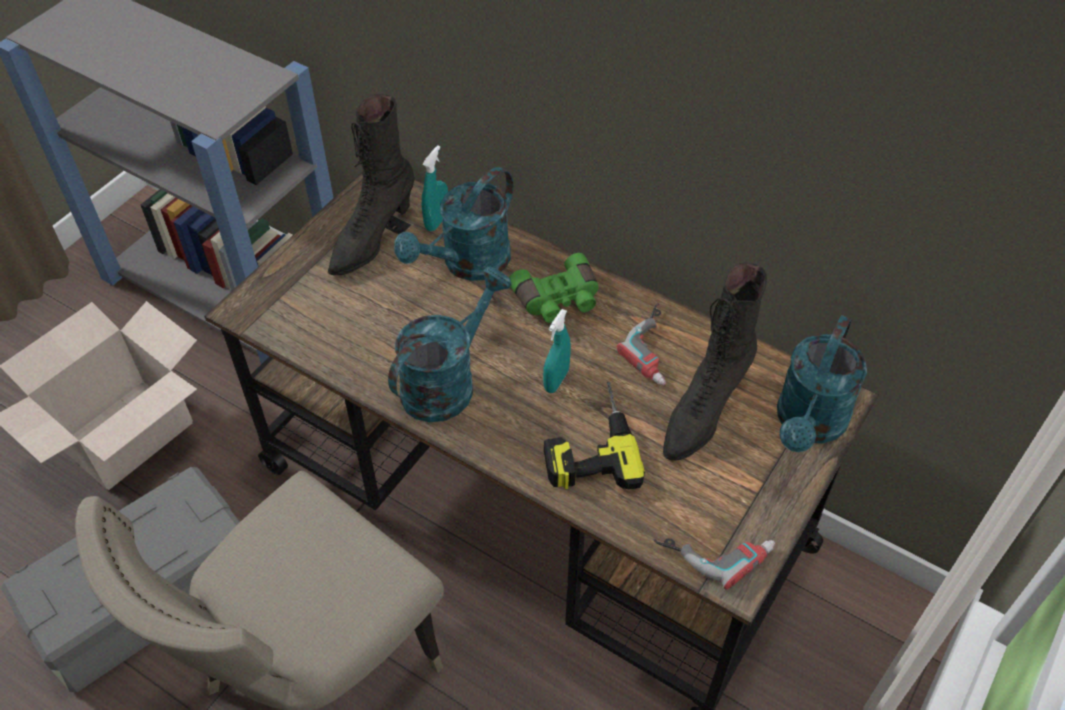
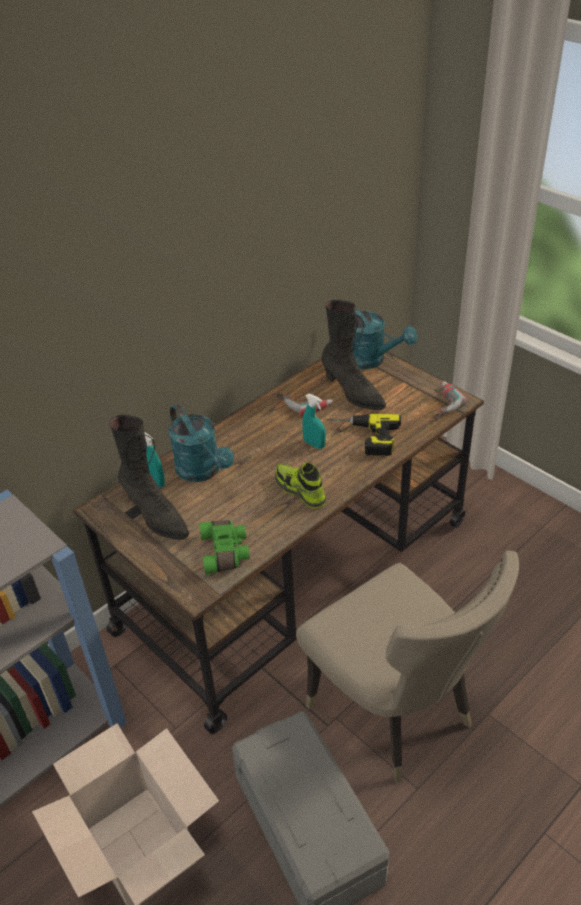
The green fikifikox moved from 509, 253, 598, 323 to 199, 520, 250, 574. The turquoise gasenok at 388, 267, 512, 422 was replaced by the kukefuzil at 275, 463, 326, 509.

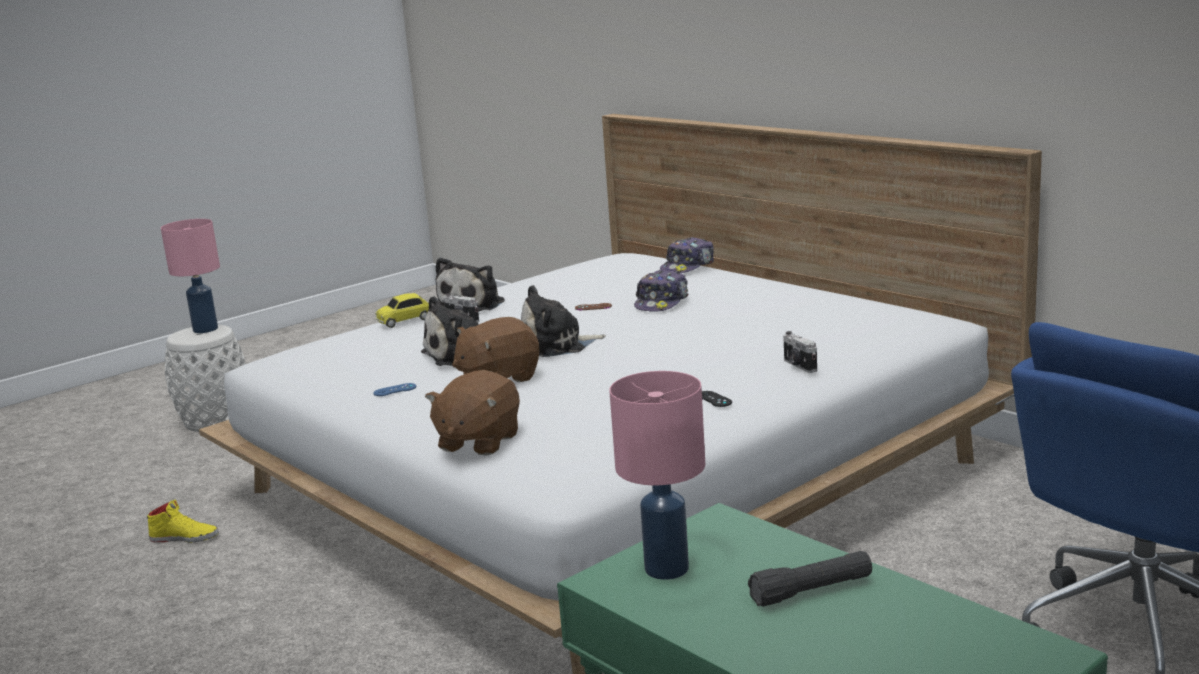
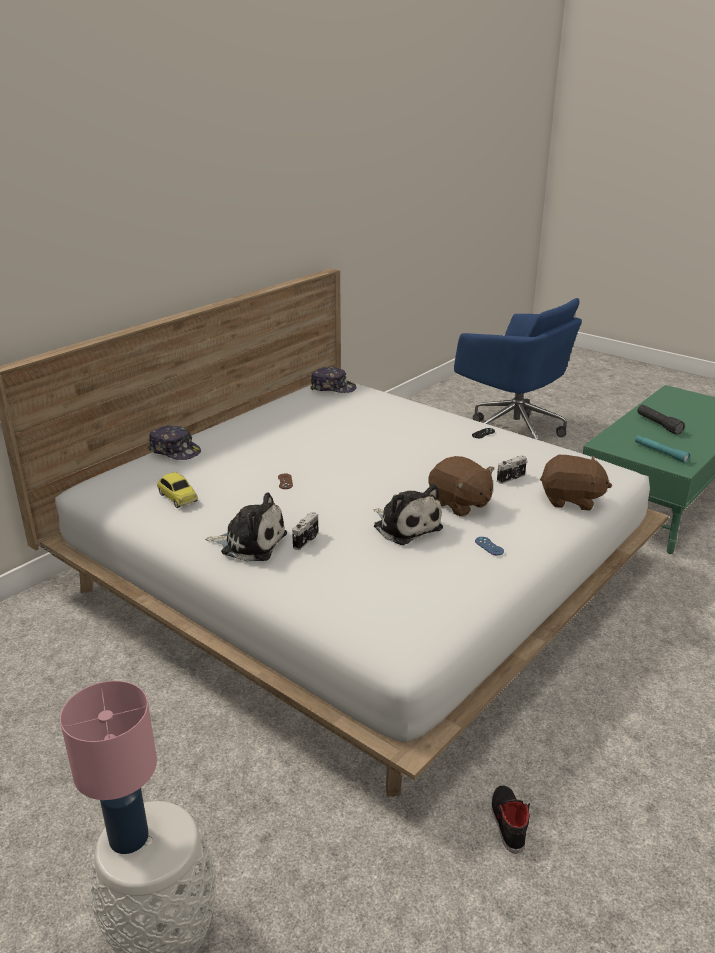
The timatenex moved from 634, 270, 689, 312 to 310, 367, 356, 393. The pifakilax at 521, 285, 606, 357 disappeared. The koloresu moved from 375, 293, 429, 328 to 157, 472, 198, 508. The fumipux moved from 783, 331, 817, 373 to 497, 455, 527, 484. The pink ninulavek at 610, 371, 705, 580 was replaced by the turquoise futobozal at 635, 435, 690, 463. The yellow kukefuzil at 147, 499, 219, 542 became the black kukefuzil at 491, 785, 530, 853.

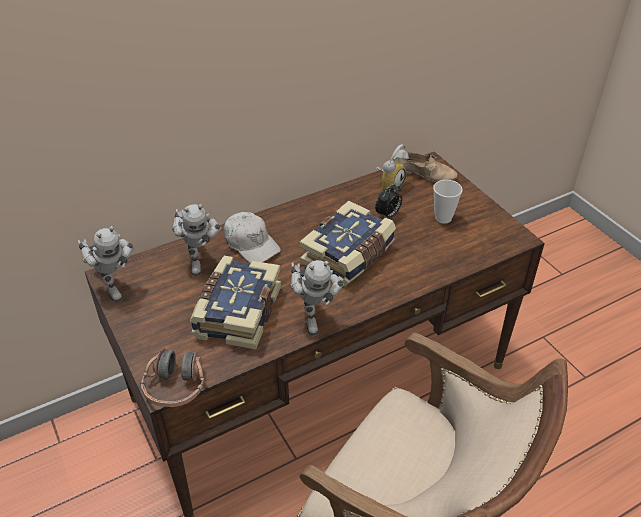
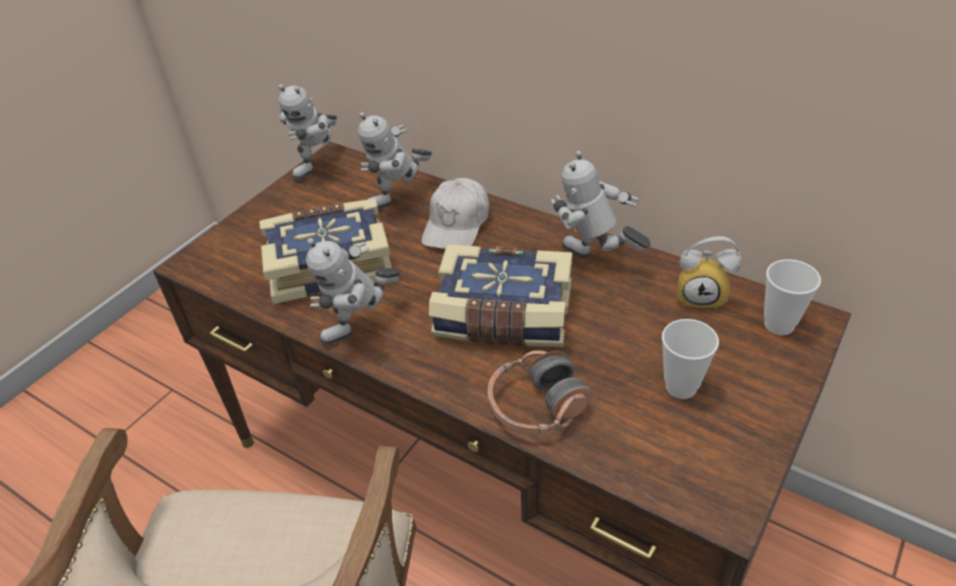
The beige kukefuzil at 397, 152, 458, 182 was replaced by the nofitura at 764, 259, 821, 335. The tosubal at 375, 183, 402, 219 disappeared. The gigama moved from 140, 348, 204, 407 to 488, 350, 592, 434. The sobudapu at 551, 151, 651, 258 appeared.

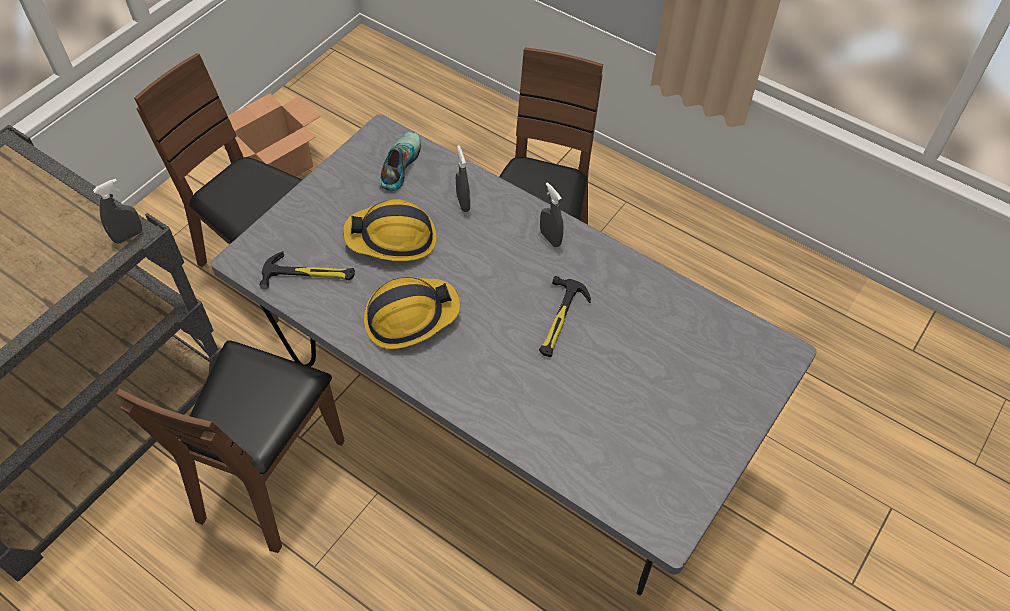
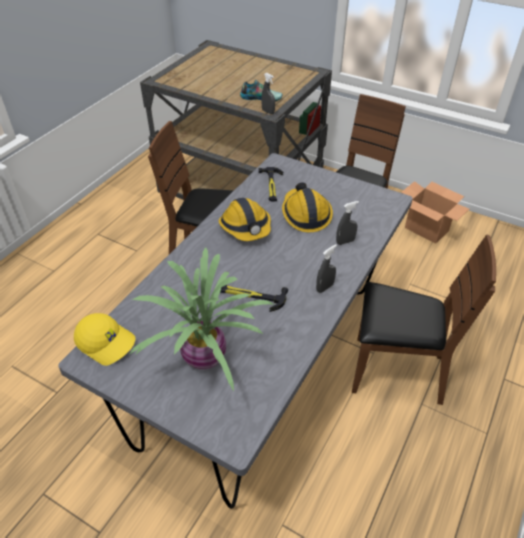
The kukefuzil moved from 379, 132, 421, 191 to 240, 80, 282, 101. The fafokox at 130, 247, 275, 391 appeared. The yellow timatenex at 74, 313, 136, 366 appeared.

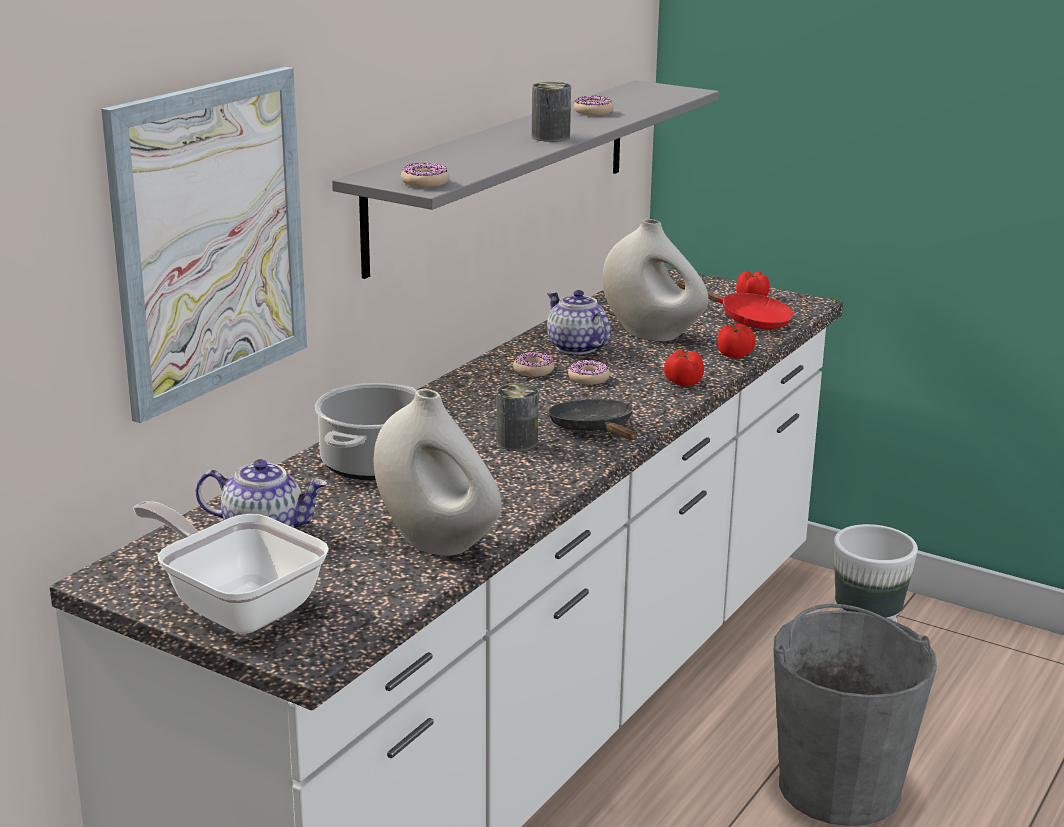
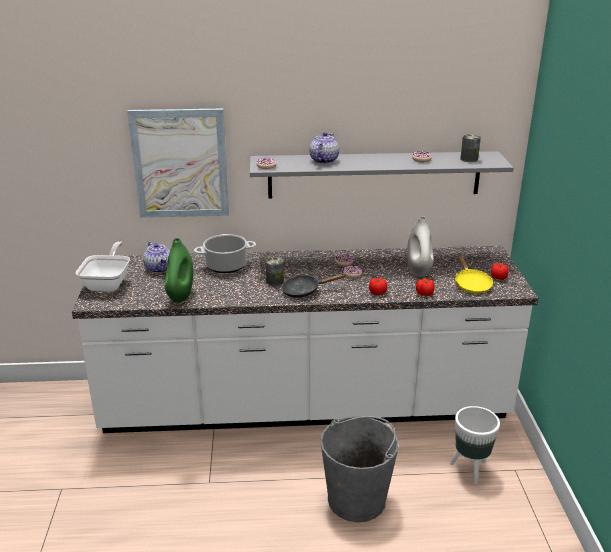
The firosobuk moved from 532, 82, 571, 142 to 460, 134, 481, 162. The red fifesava at 675, 281, 794, 330 became the yellow fifesava at 455, 253, 493, 294. The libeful moved from 547, 290, 611, 355 to 310, 132, 339, 164. The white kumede at 374, 389, 502, 556 became the green kumede at 165, 238, 193, 302. The black fifesava at 548, 399, 637, 440 turned 135 degrees counterclockwise.

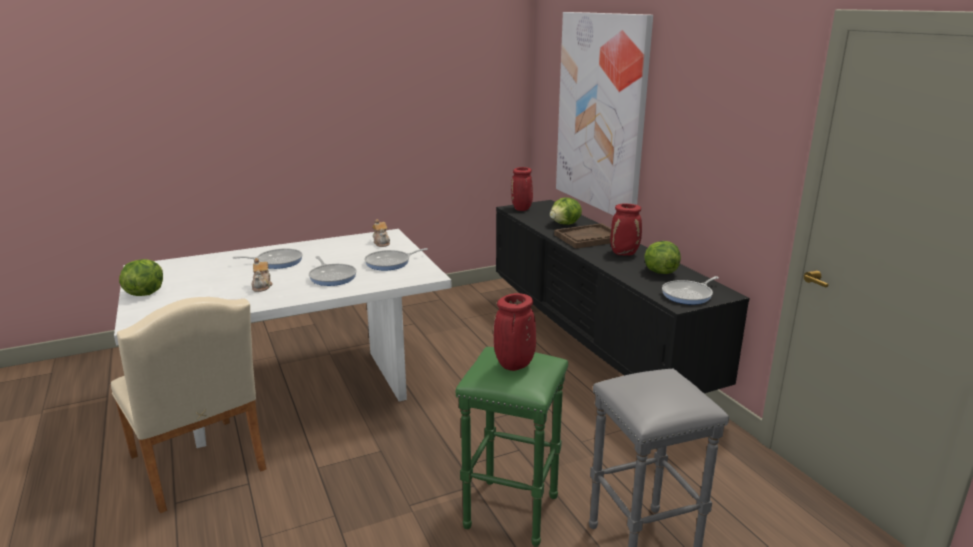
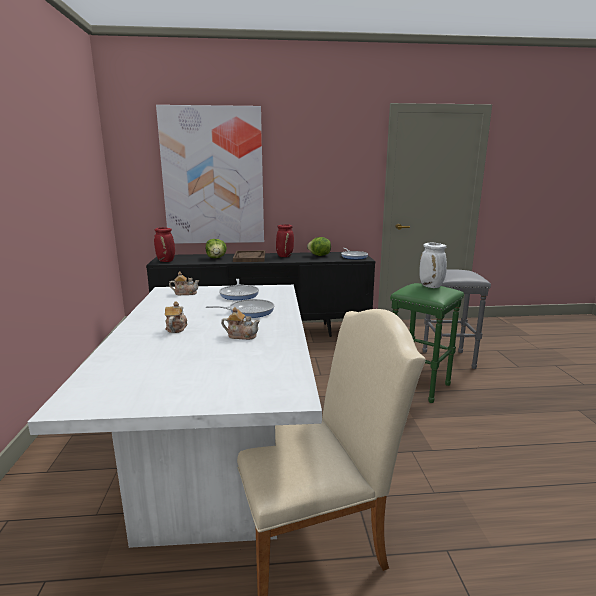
The fifesava at 233, 248, 303, 269 was replaced by the libeful at 165, 301, 187, 333. The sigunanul at 119, 259, 163, 296 disappeared. The red kumede at 493, 293, 536, 371 became the white kumede at 419, 243, 447, 288.

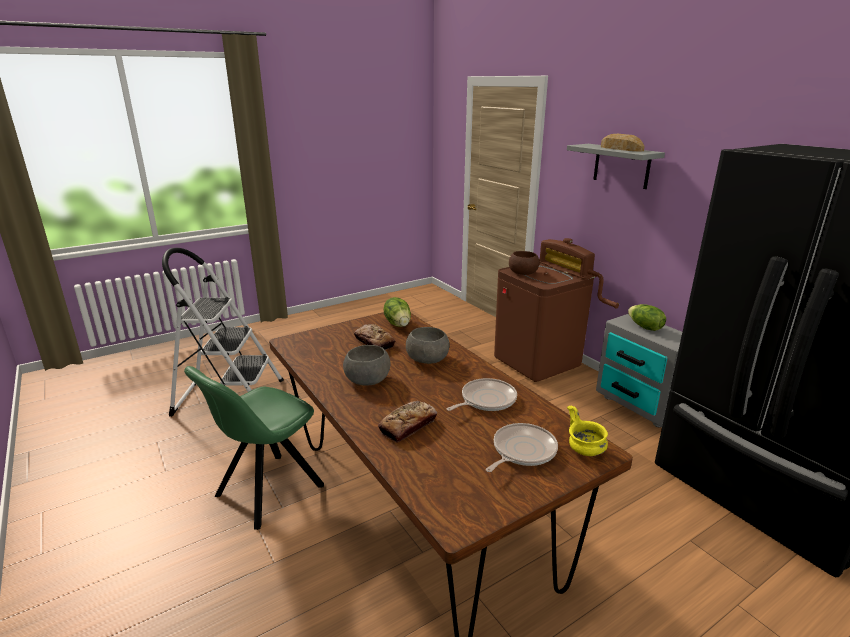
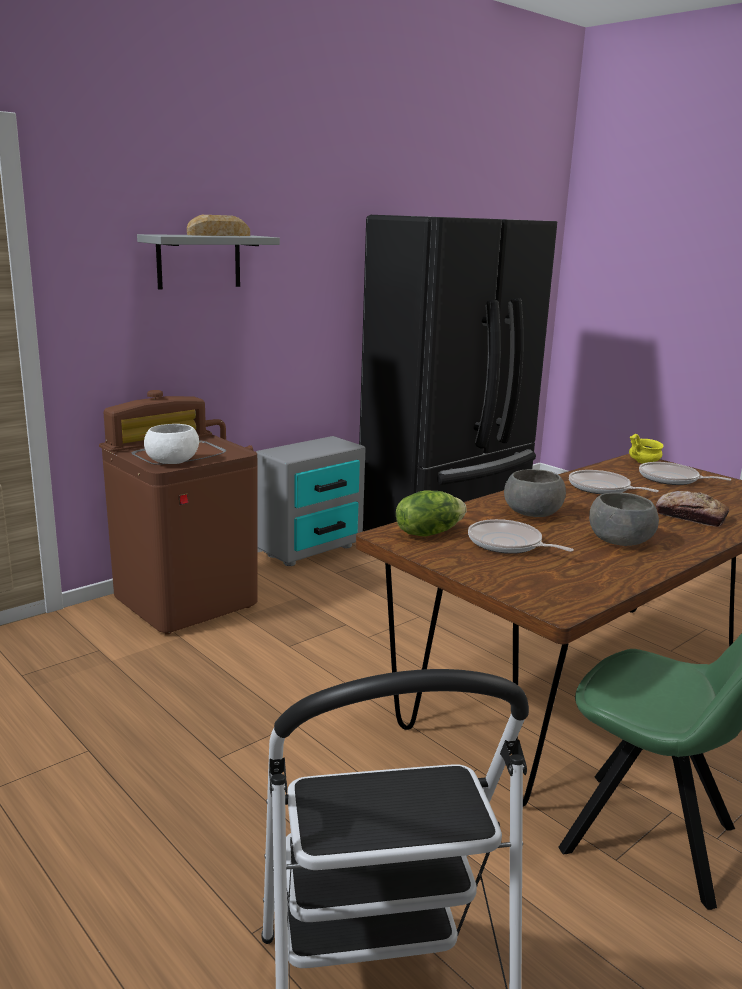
The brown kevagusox at 509, 251, 539, 275 became the white kevagusox at 144, 424, 199, 464. The sigunanul at 628, 304, 666, 331 disappeared. The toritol at 354, 324, 395, 350 was replaced by the fifesava at 468, 519, 574, 554.

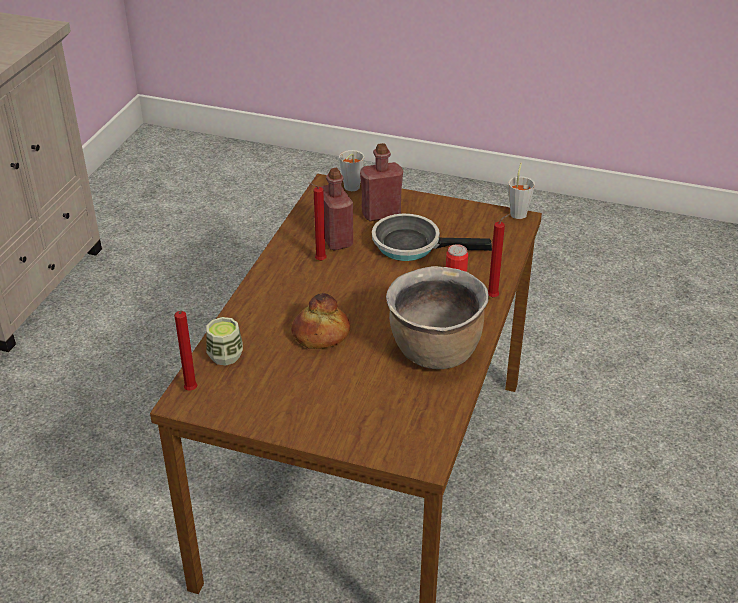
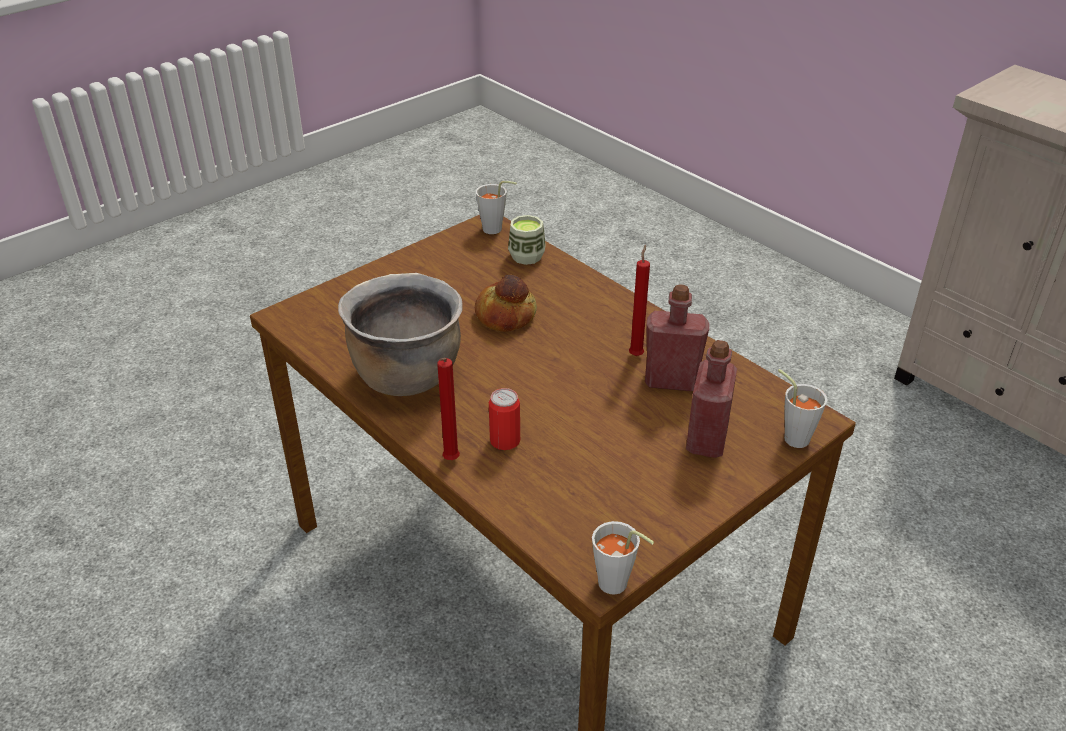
The fifesava at 372, 214, 492, 261 disappeared. The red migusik at 174, 310, 198, 391 was replaced by the grey nofitura at 476, 181, 517, 234.

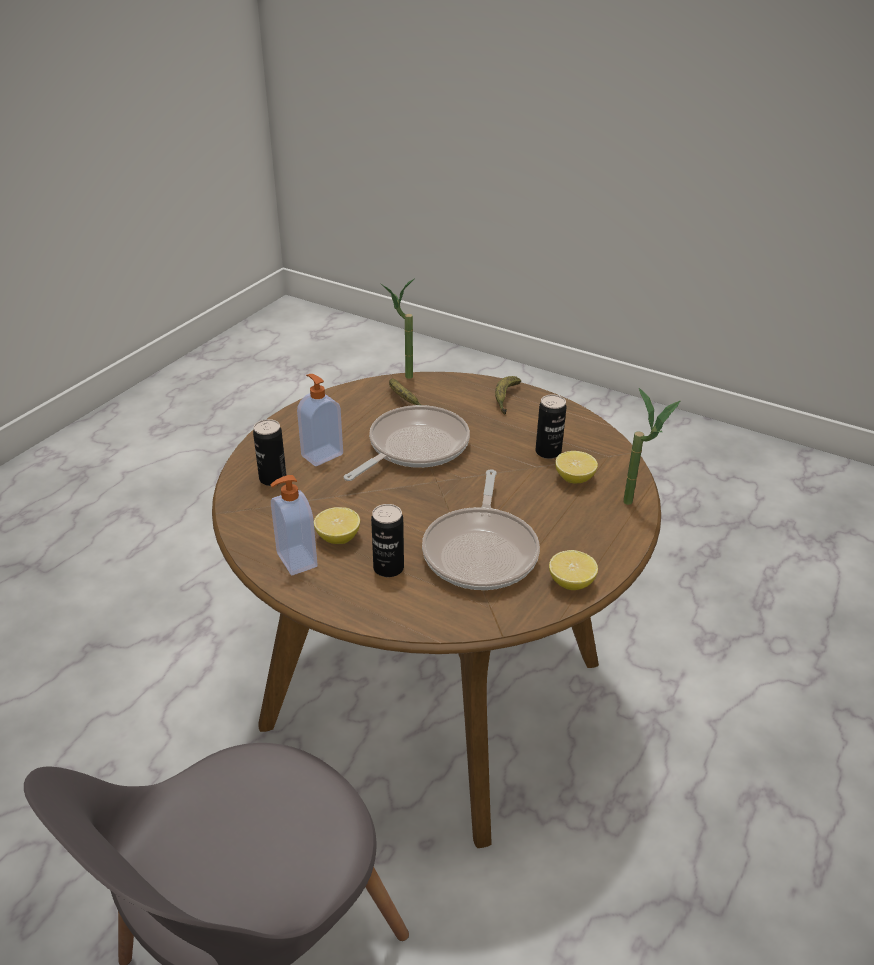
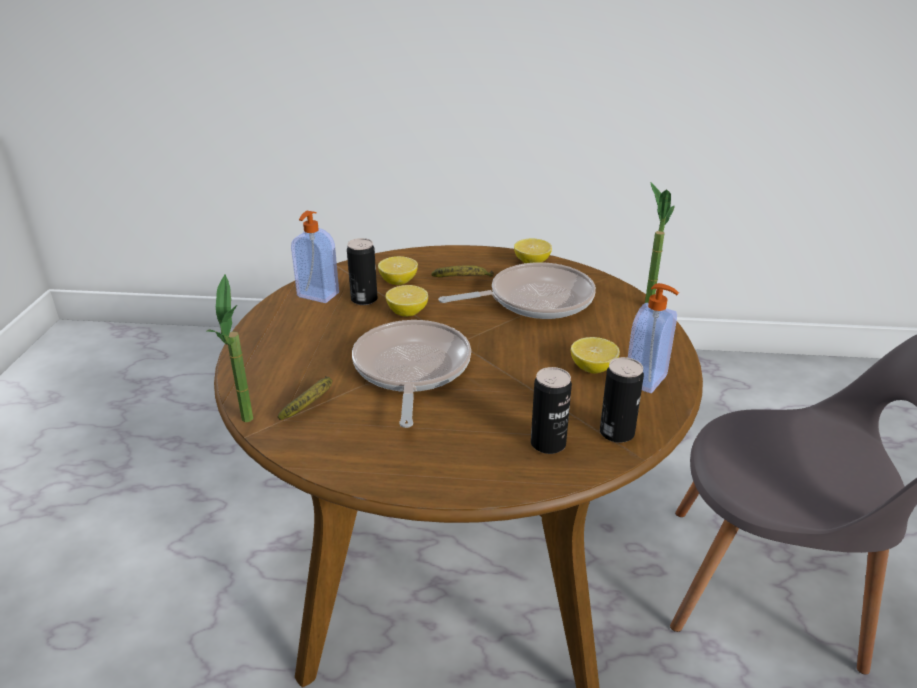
The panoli moved from 297, 374, 343, 466 to 291, 211, 339, 303. The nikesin moved from 495, 376, 521, 415 to 431, 265, 494, 277. The fafokox moved from 623, 388, 680, 505 to 645, 182, 674, 303. The fifesava at 343, 405, 470, 481 turned 75 degrees clockwise. The firosobuk moved from 371, 504, 404, 577 to 600, 357, 644, 443. The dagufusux at 386, 285, 428, 317 appeared.

